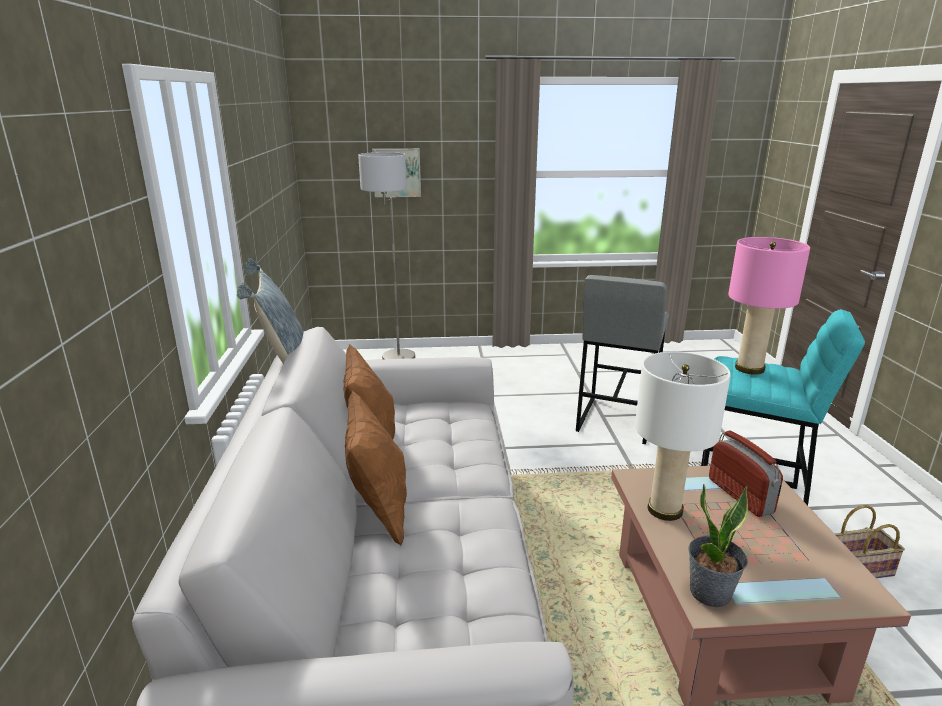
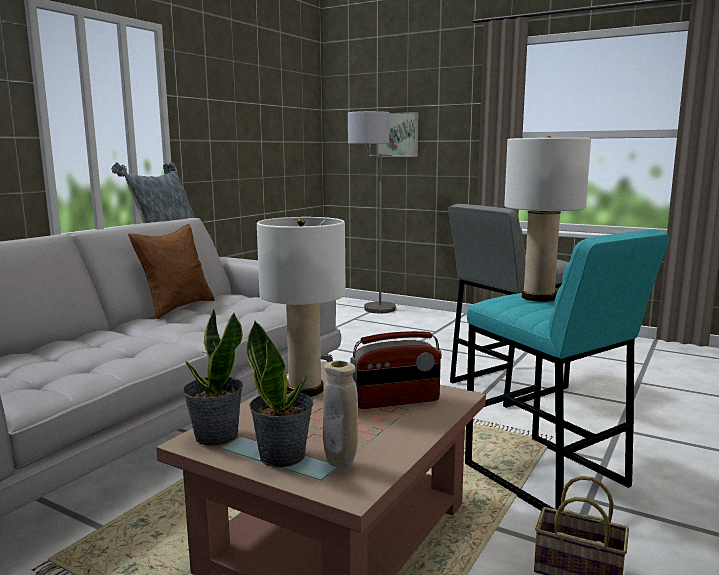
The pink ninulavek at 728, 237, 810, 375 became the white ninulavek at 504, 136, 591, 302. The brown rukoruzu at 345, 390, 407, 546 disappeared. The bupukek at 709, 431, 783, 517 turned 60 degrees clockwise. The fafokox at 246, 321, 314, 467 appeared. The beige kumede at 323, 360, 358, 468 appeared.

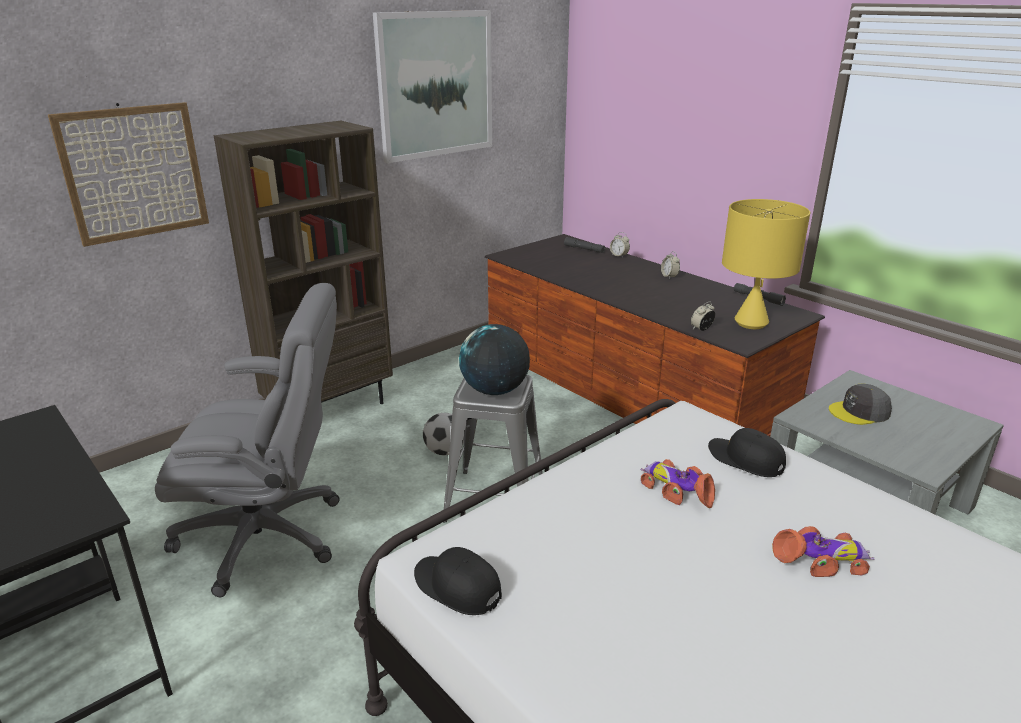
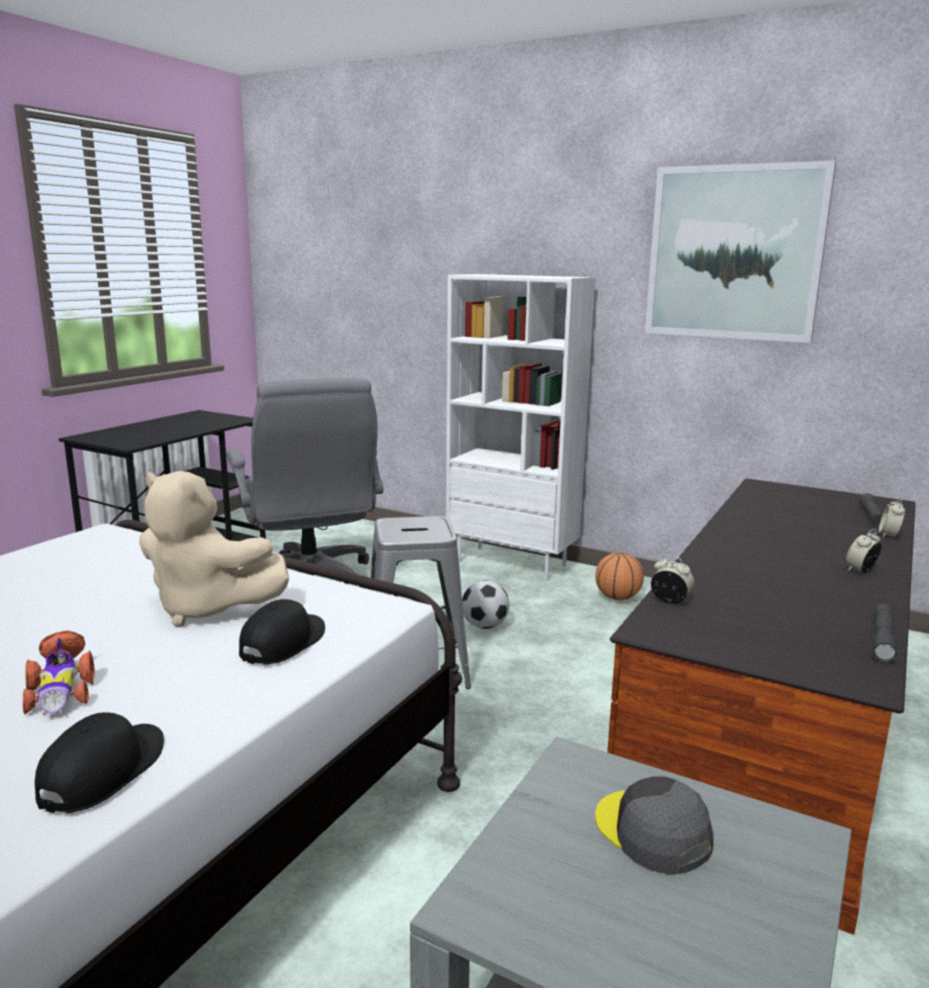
The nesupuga at 48, 102, 209, 247 disappeared. The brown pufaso at 214, 121, 393, 404 became the white pufaso at 446, 274, 596, 581. The yellow ninulavek at 722, 199, 810, 329 disappeared. The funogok at 459, 324, 530, 395 disappeared. The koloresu at 641, 459, 715, 508 was replaced by the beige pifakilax at 139, 471, 289, 627. The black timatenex moved from 414, 547, 502, 615 to 35, 712, 164, 813. The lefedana at 595, 552, 644, 600 appeared.

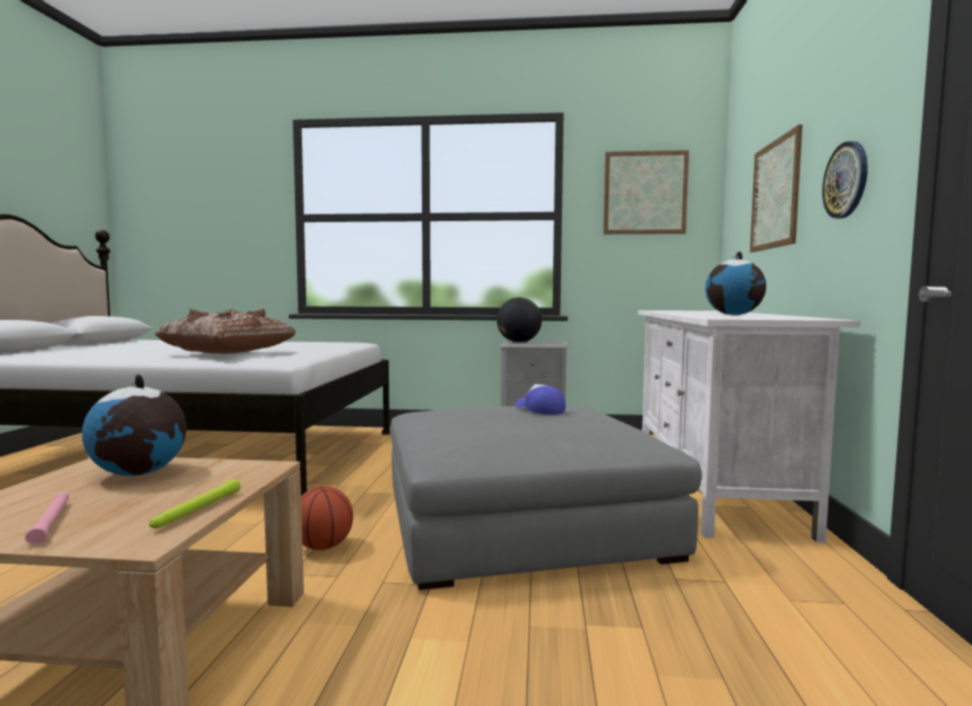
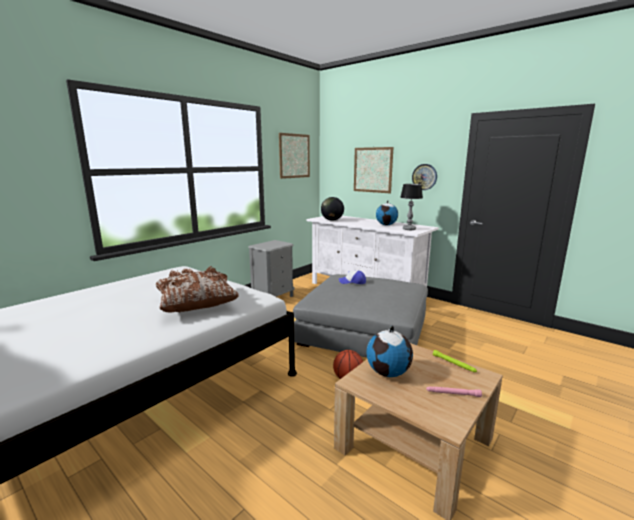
The funogok moved from 497, 297, 542, 343 to 321, 197, 344, 221. The ninulavek at 400, 184, 423, 230 appeared.

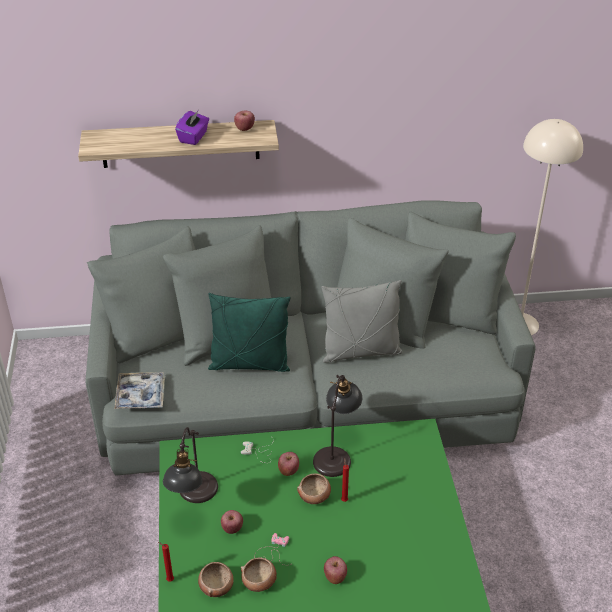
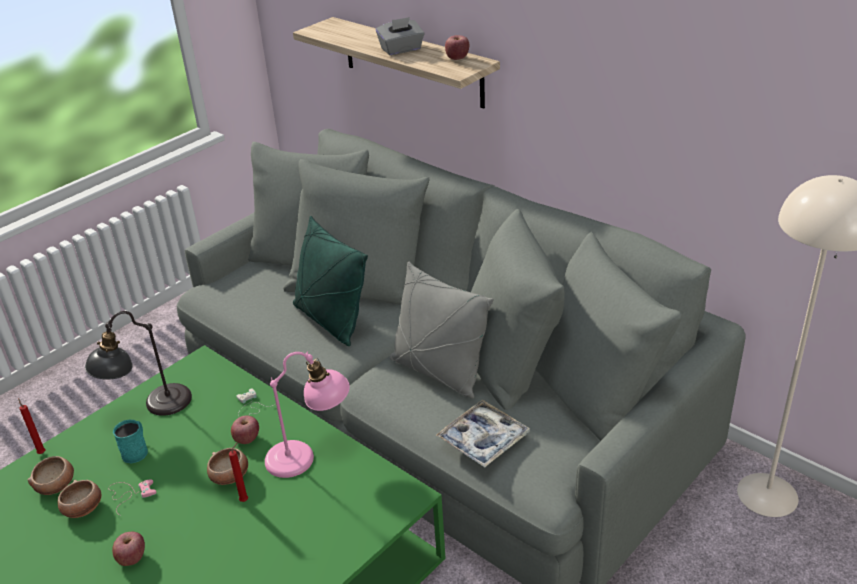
The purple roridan at 175, 110, 209, 145 became the grey roridan at 376, 17, 425, 55. The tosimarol moved from 114, 372, 165, 409 to 436, 400, 530, 468. The grey ninulavek at 313, 375, 362, 477 became the pink ninulavek at 265, 351, 350, 478. The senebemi at 221, 510, 243, 534 was replaced by the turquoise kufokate at 113, 420, 148, 464.

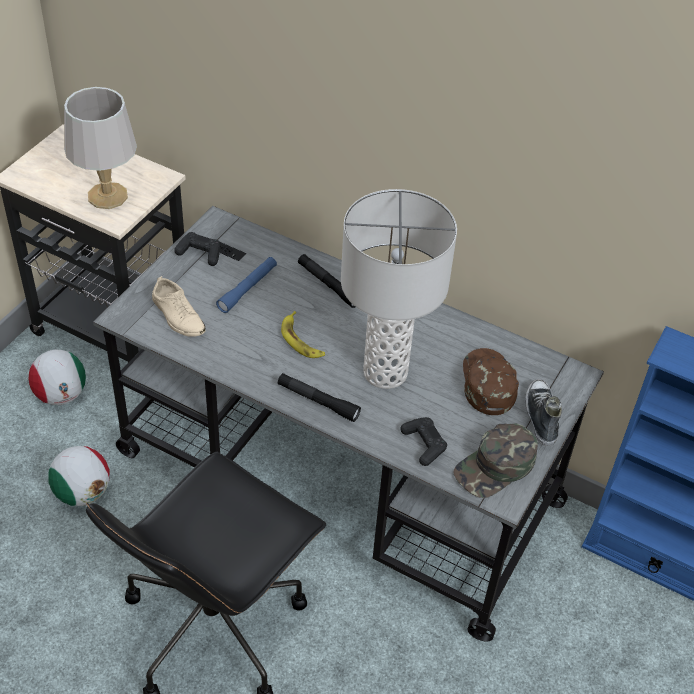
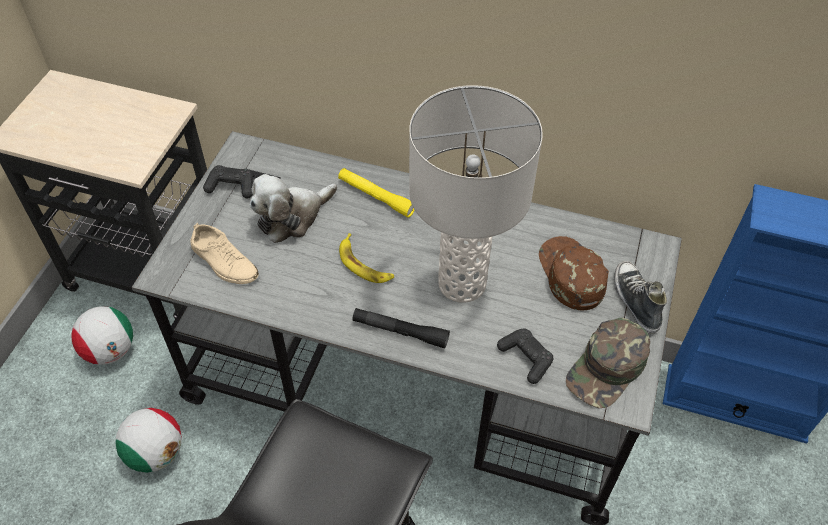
The grey ninulavek at 64, 87, 137, 209 disappeared. The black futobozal at 298, 254, 355, 308 became the yellow futobozal at 338, 168, 415, 218. The blue futobozal at 216, 257, 277, 313 was replaced by the pifakilax at 250, 174, 337, 243.

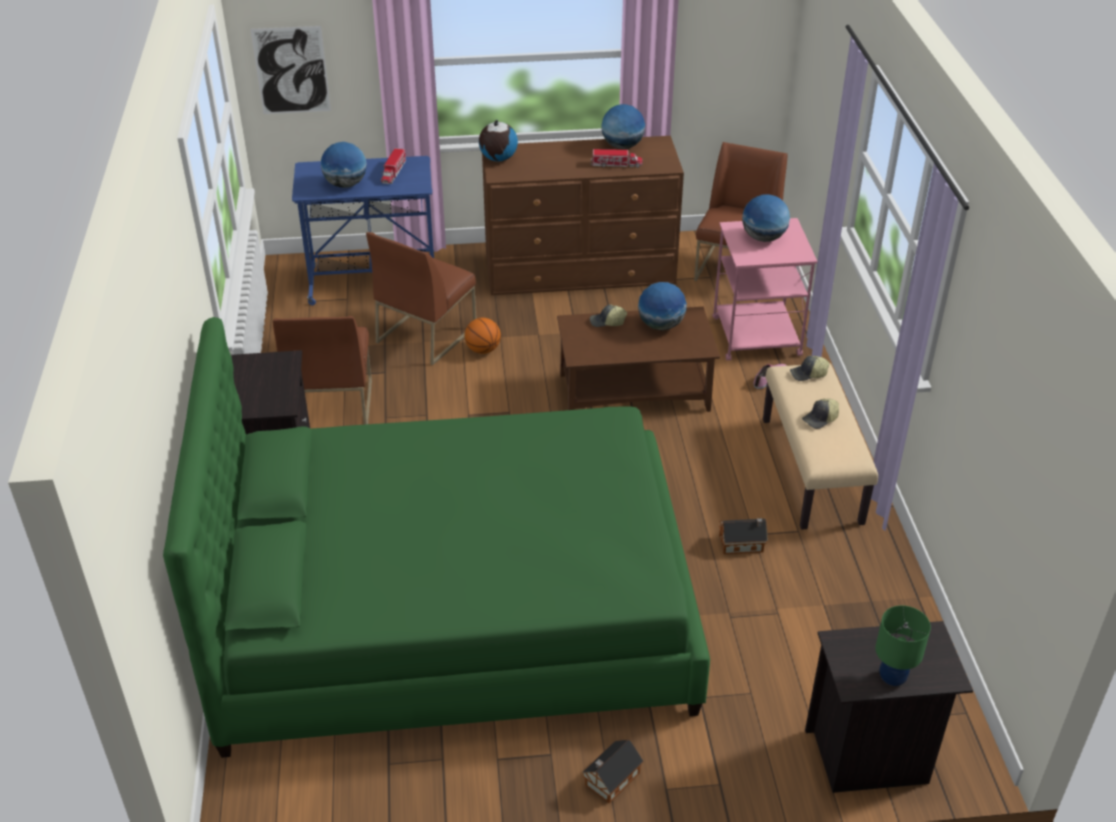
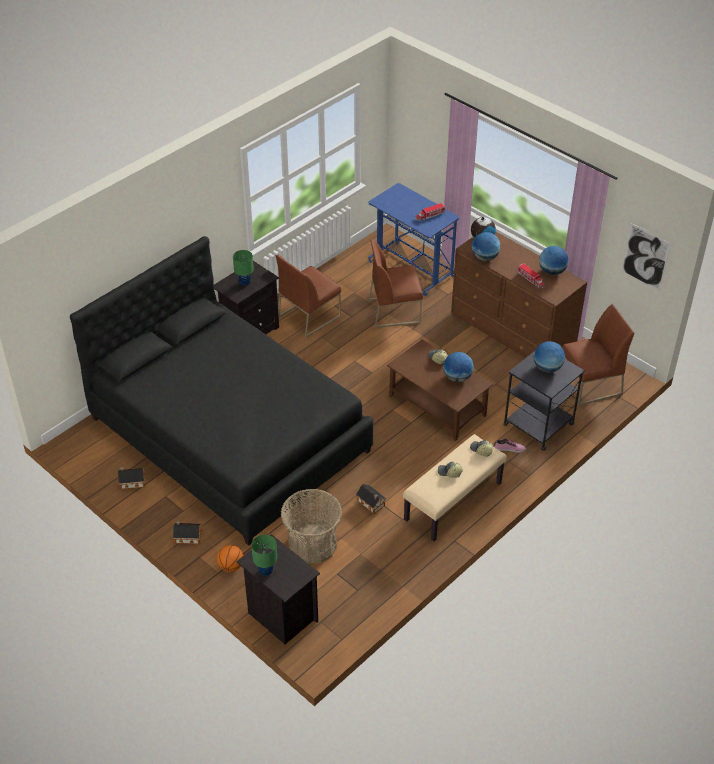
The nesupuga moved from 250, 26, 331, 114 to 622, 223, 671, 292. The funogok moved from 321, 142, 366, 188 to 471, 232, 500, 261. The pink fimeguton at 712, 218, 818, 360 became the black fimeguton at 503, 351, 585, 451. The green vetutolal at 163, 317, 710, 758 became the black vetutolal at 70, 236, 373, 546. The lefedana moved from 465, 318, 501, 354 to 217, 545, 243, 572. The green ninulavek at 233, 250, 254, 286 appeared. The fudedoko at 118, 467, 145, 489 appeared. The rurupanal at 281, 489, 342, 564 appeared.

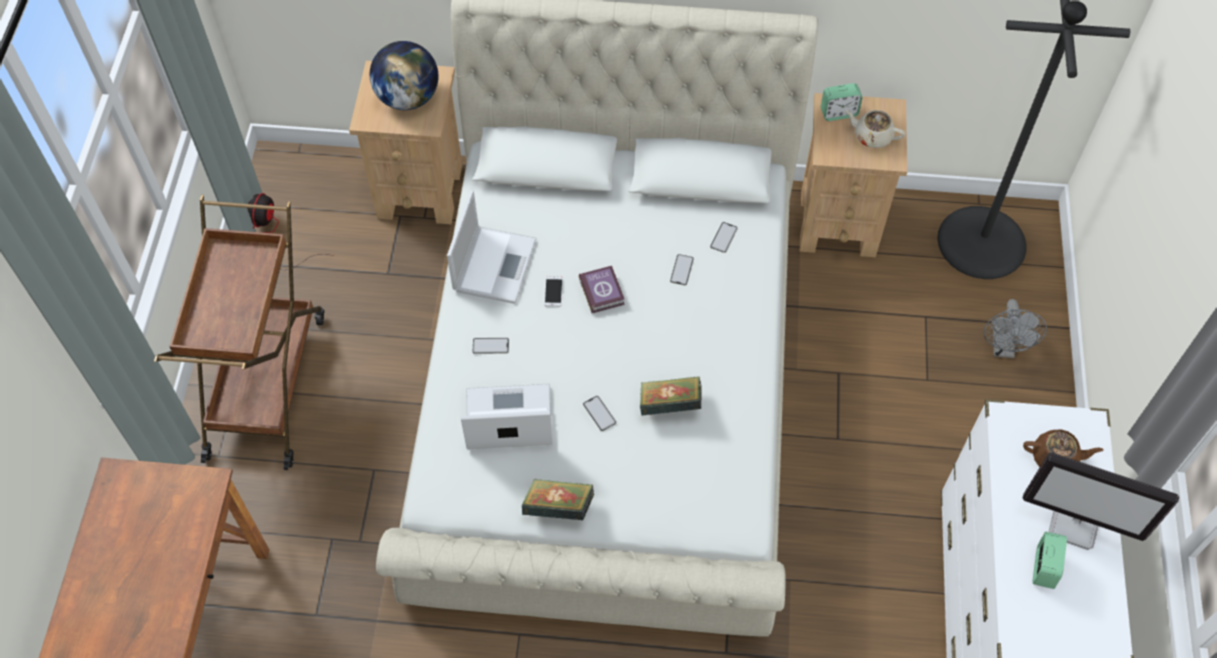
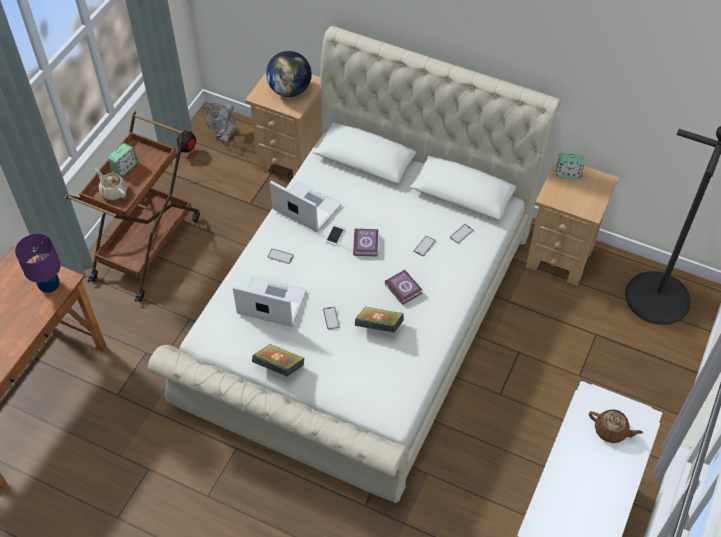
The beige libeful moved from 845, 110, 905, 148 to 96, 168, 127, 200. The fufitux at 447, 190, 536, 304 turned 90 degrees counterclockwise. The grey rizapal moved from 984, 299, 1047, 358 to 203, 103, 237, 143. The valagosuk at 1023, 452, 1179, 550 disappeared. The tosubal moved from 1033, 532, 1067, 589 to 108, 143, 138, 176. The purple ninulavek at 15, 234, 61, 293 appeared. The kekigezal at 385, 270, 422, 305 appeared.

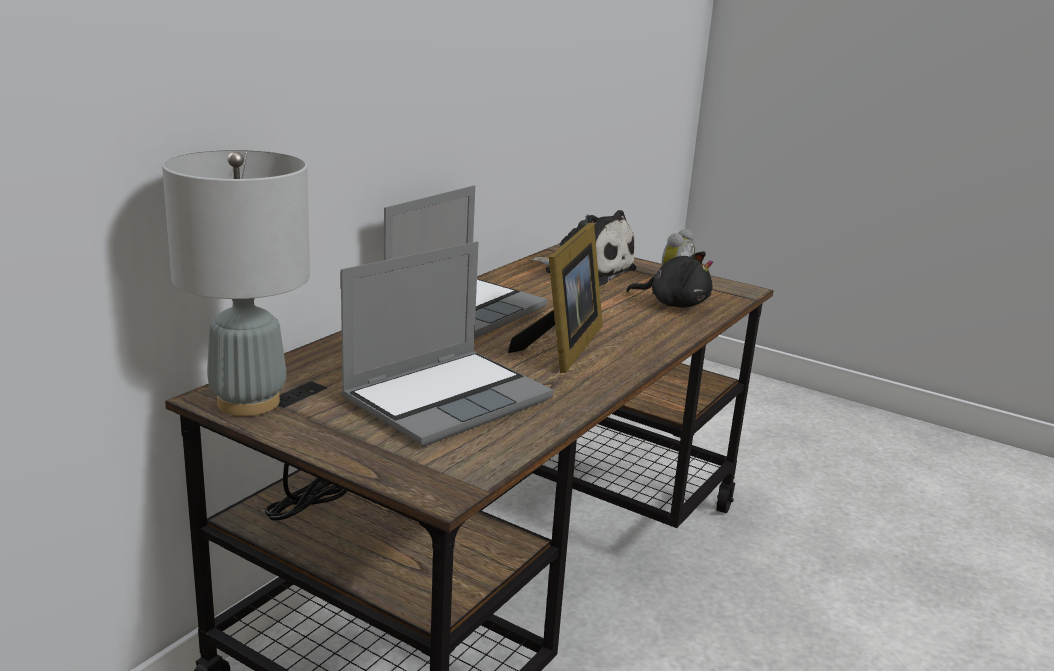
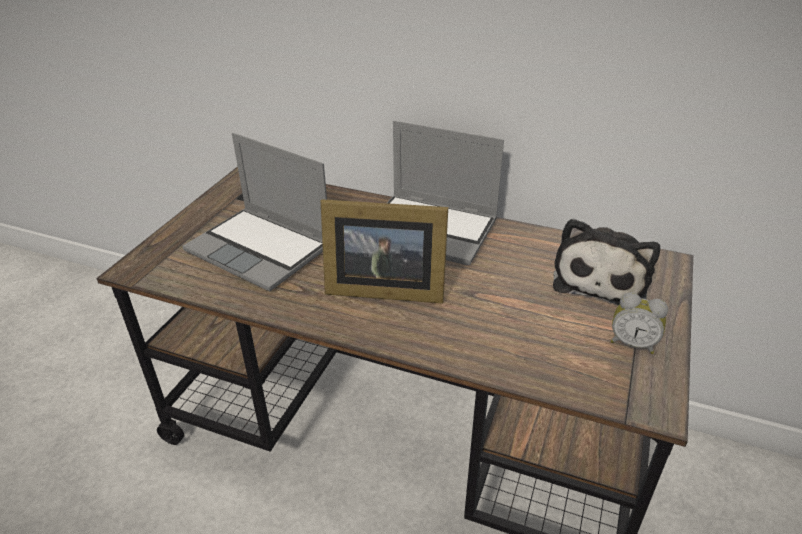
The grey ninulavek at 162, 150, 310, 416 disappeared. The black pifakilax at 626, 251, 713, 308 disappeared.

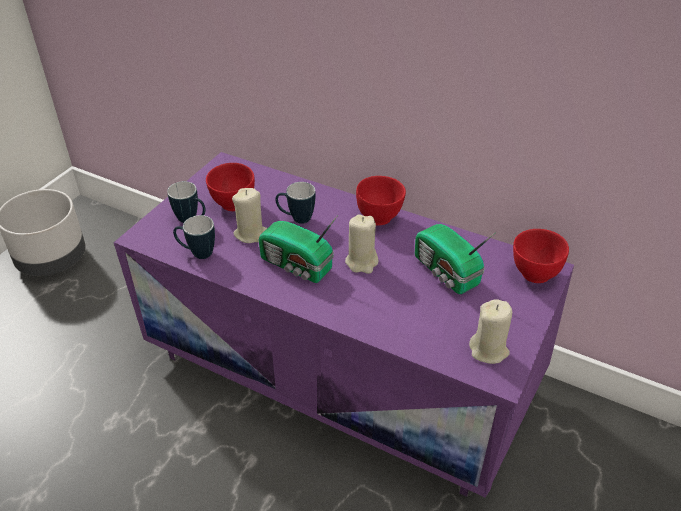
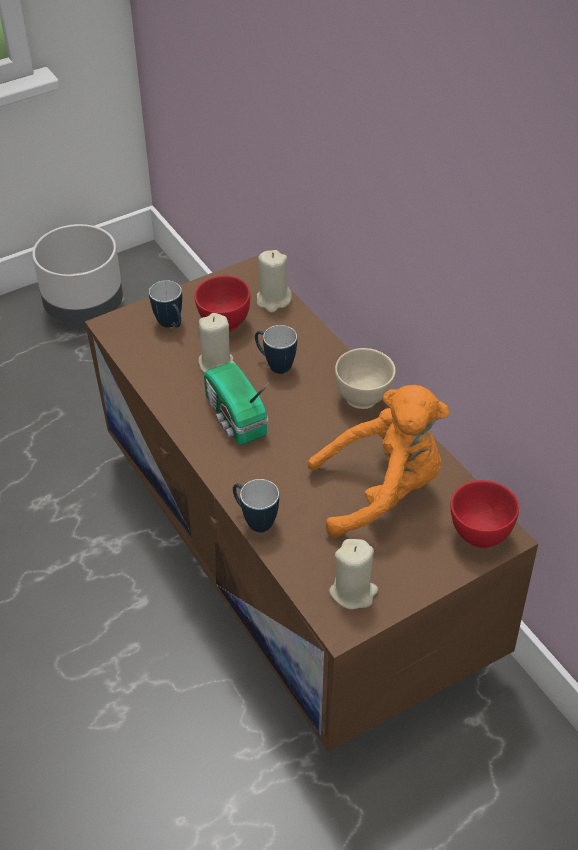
The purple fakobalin at 113, 152, 574, 497 became the brown fakobalin at 85, 255, 538, 752. The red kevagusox at 356, 176, 406, 225 became the beige kevagusox at 335, 348, 396, 409. The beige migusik moved from 345, 214, 378, 274 to 257, 250, 292, 313. The kufokate moved from 173, 215, 215, 259 to 233, 479, 279, 532. The bupukek at 415, 224, 496, 294 was replaced by the orange pifakilax at 307, 385, 449, 537.

